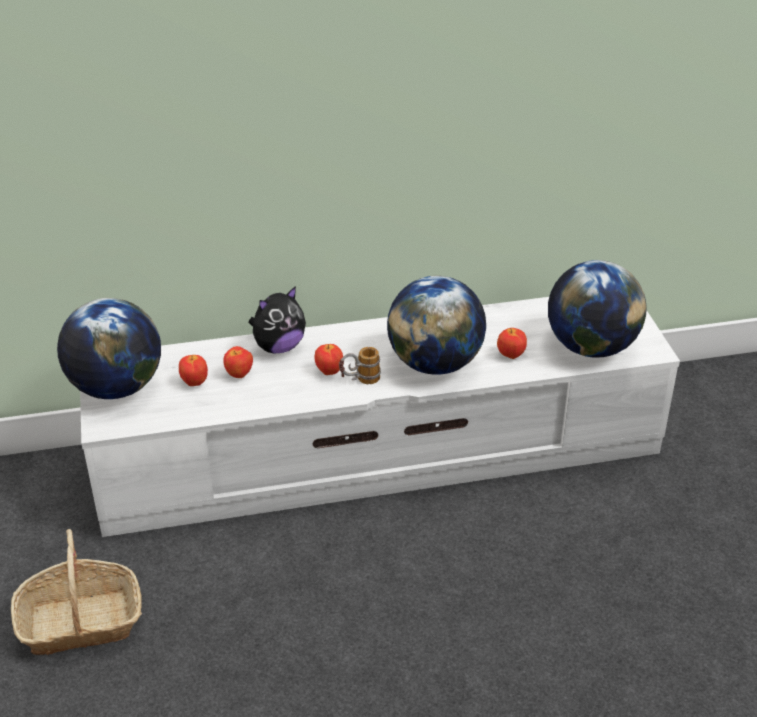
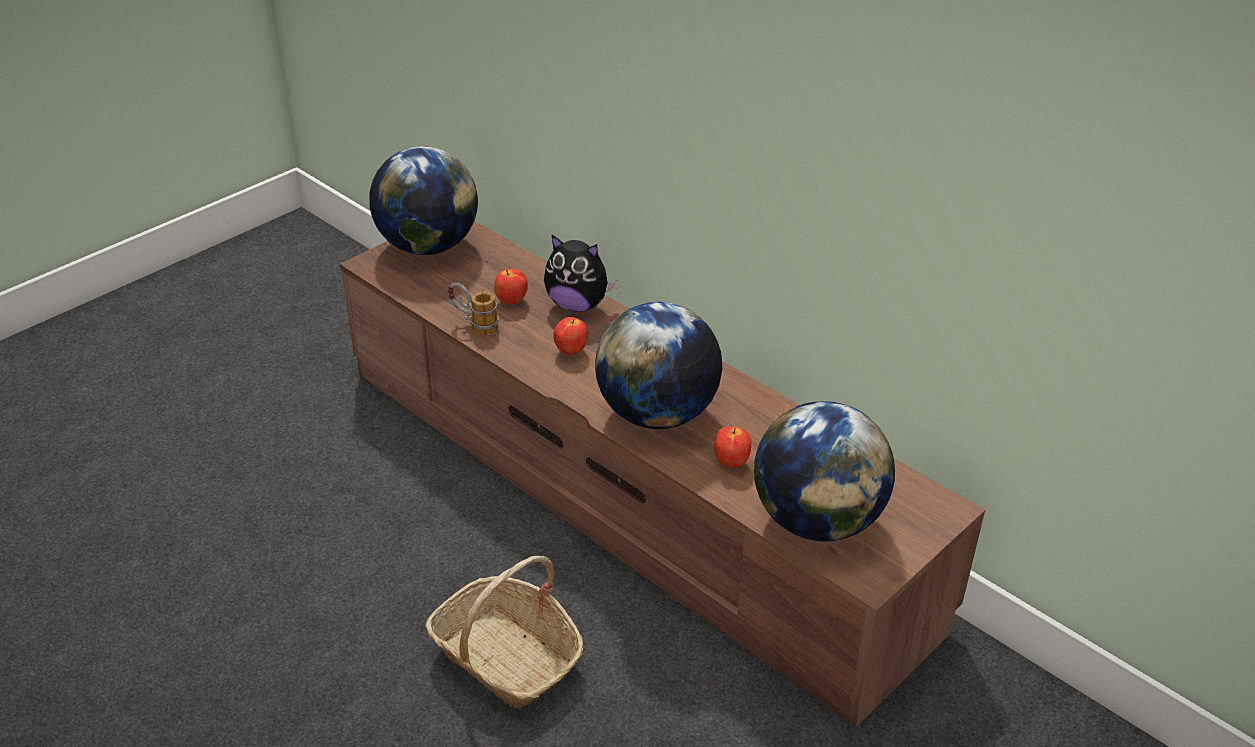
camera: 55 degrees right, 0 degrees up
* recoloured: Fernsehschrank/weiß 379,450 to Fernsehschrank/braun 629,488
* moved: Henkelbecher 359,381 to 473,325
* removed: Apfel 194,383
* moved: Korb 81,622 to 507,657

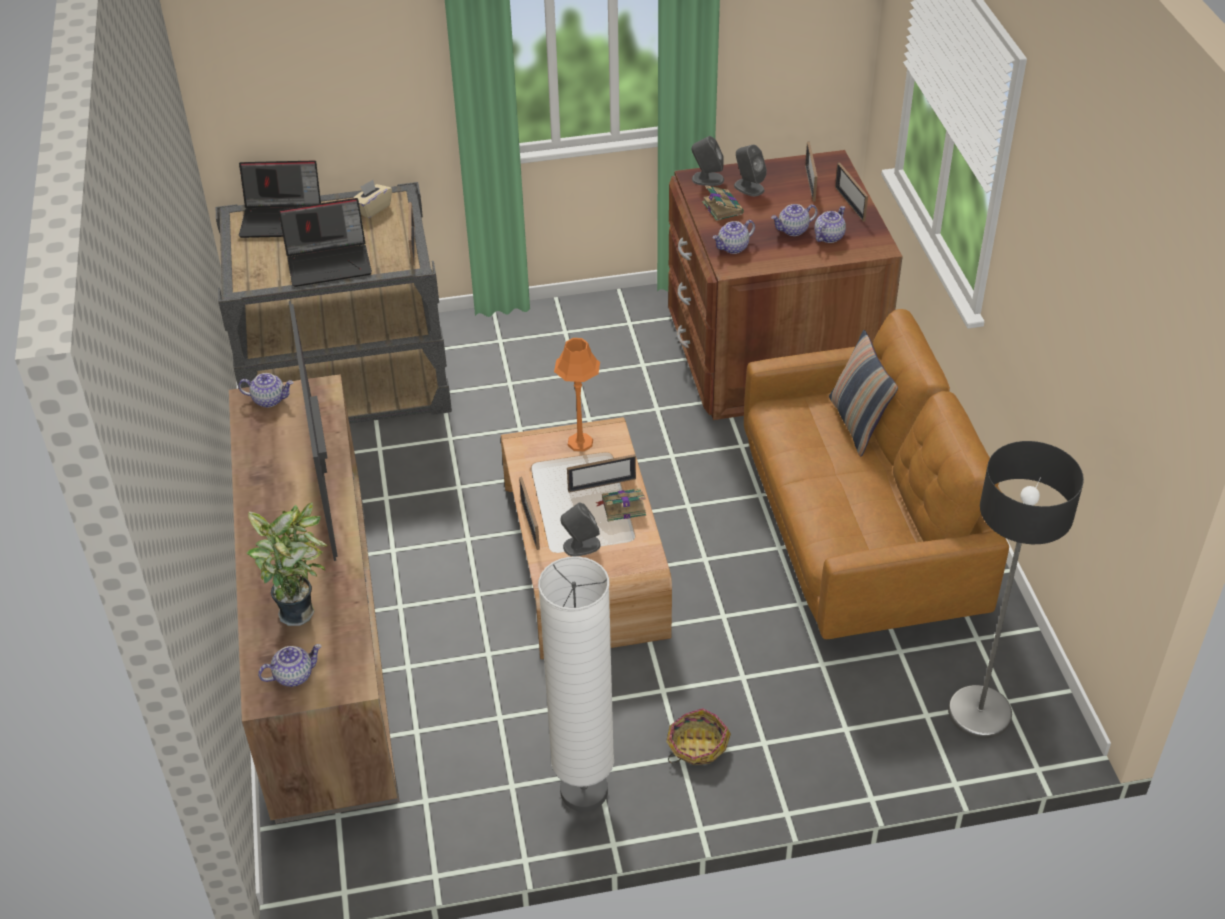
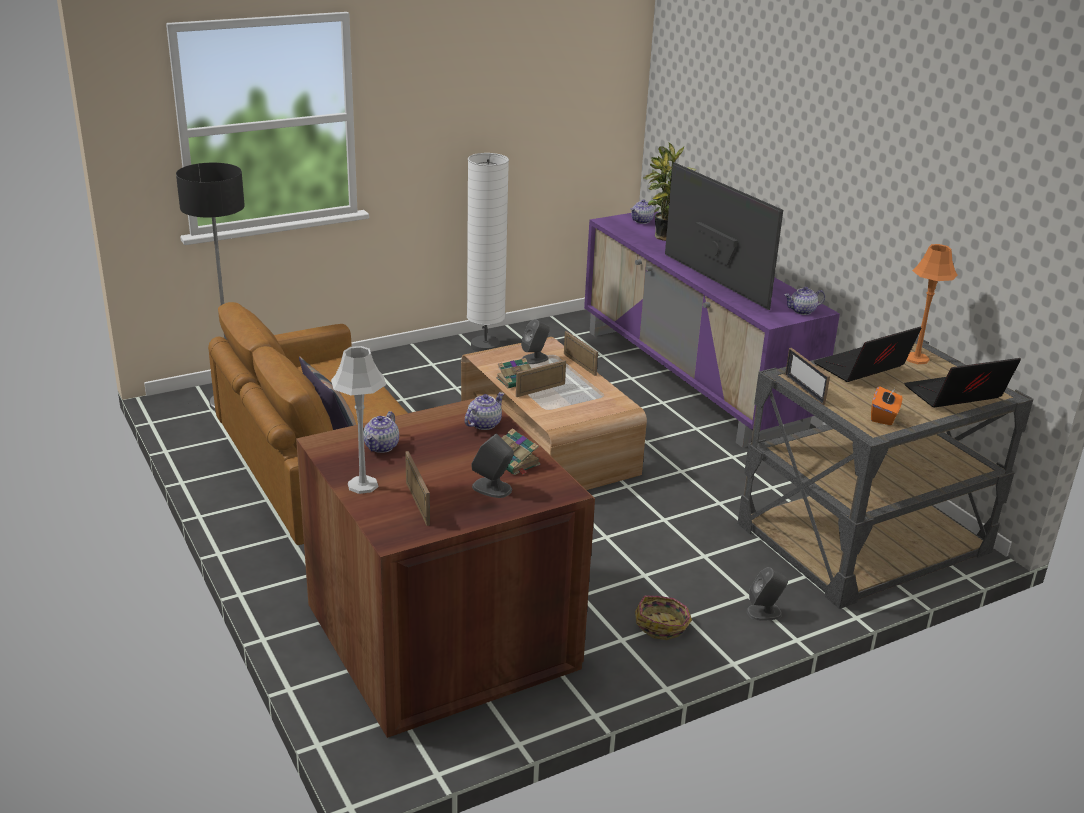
camera: 160 degrees right, 15 degrees down
* moved: Lautsprecher/grau 707,179 to 764,612
* replaced: Bilderrahmen 850,204 to Tischlampe/grau 362,485
* recoloured: Taschentuchbox/beige 372,208 to Taschentuchbox/orange 884,416
* removed: Teekanne 793,230
* moved: Tischlampe/orange 580,442 to 916,358
* recoloured: Fernsehschrank/braun 323,651 to Fernsehschrank/lila 692,377
* moved: Korb 696,746 to 662,625

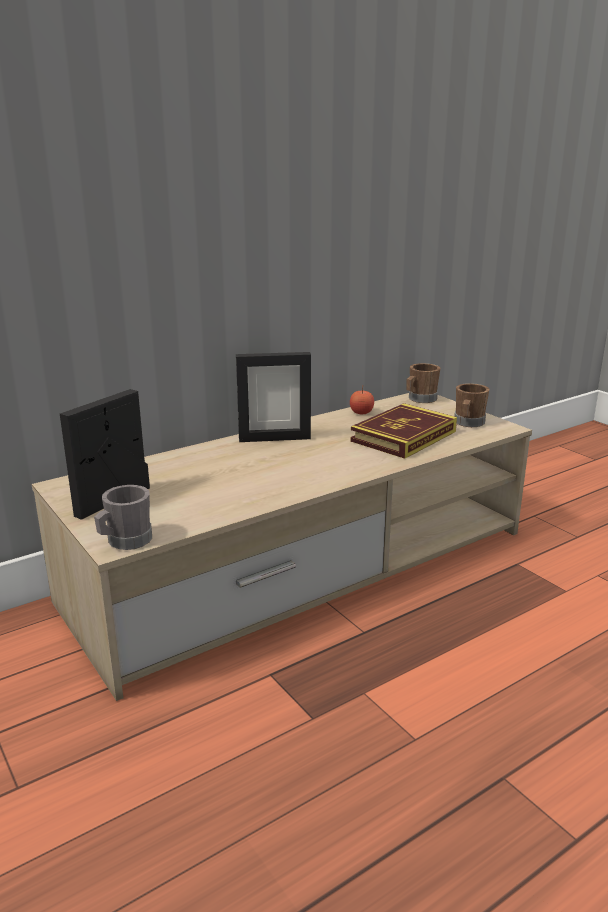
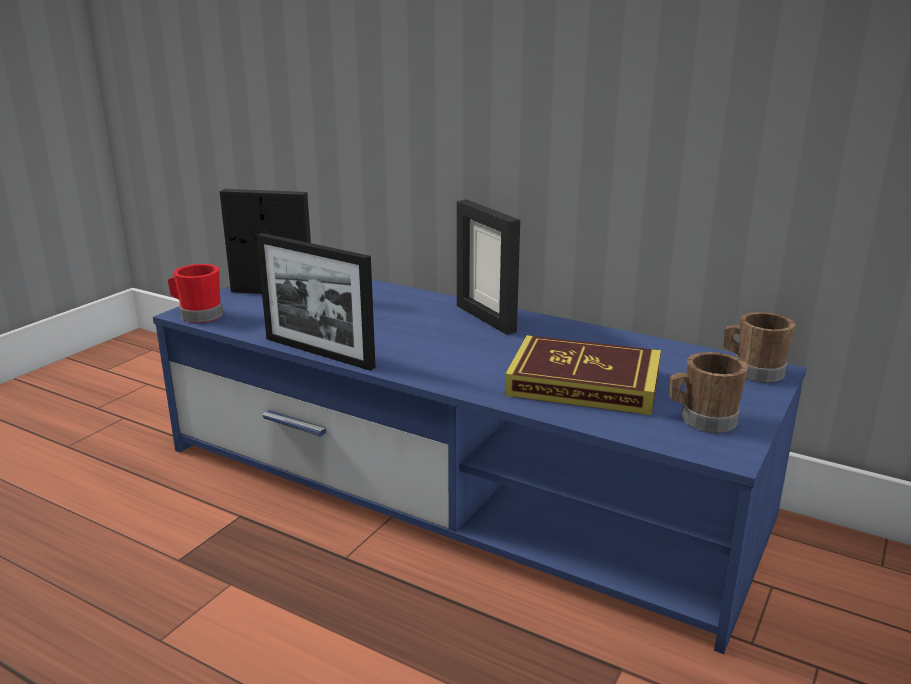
camera: 65 degrees right, 0 degrees up
* removed: Apfel 361,412
* recoloured: Fernsehschrank/beige 303,564 to Fernsehschrank/blau 459,481
* recoloured: Henkelbecher/grau 125,541 to Henkelbecher/rot 197,315
* added: Bilderrahmen 318,353

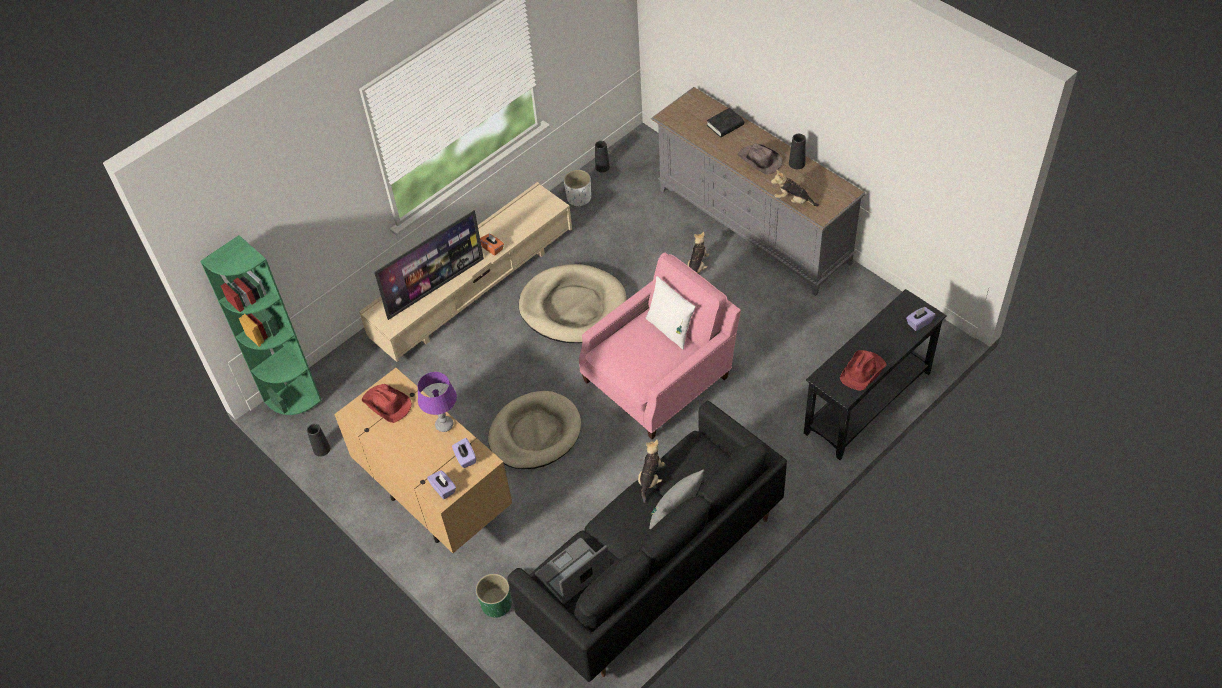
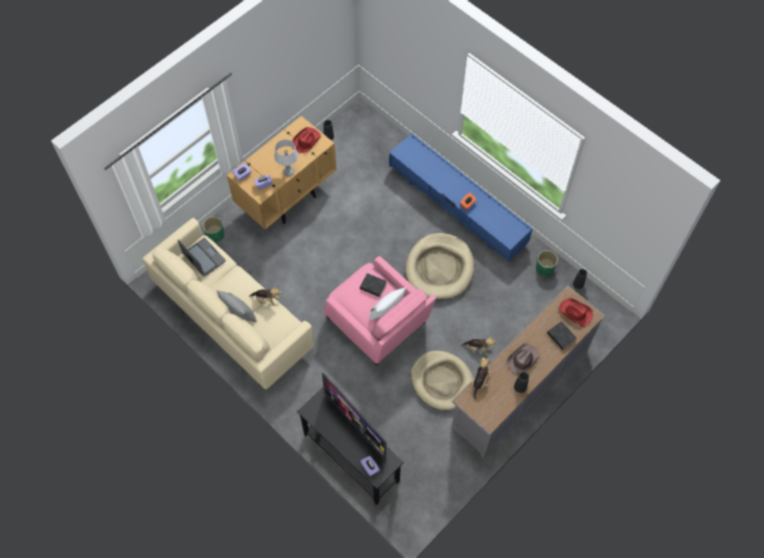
camera: 85 degrees right, 10 degrees up
* recoloured: Pflanzkübel/weiß 579,198 to Pflanzkübel/grün 545,269
* recoloured: Fernsehschrank/beige 473,287 to Fernsehschrank/blau 457,206
* moved: Fernseher 435,287 to 356,425
* removed: Bücherregal/grün 294,403
* moved: Hut/rot 863,371 to 575,313
* recoloured: Tischlampe/lila 444,425 to Tischlampe/grau 288,172
* moved: Hundebett/beige 535,433 to 441,381
* recoloured: Sofa/schwarz 652,565 to Sofa/beige 233,318
* added: Buch/schwarz 373,286

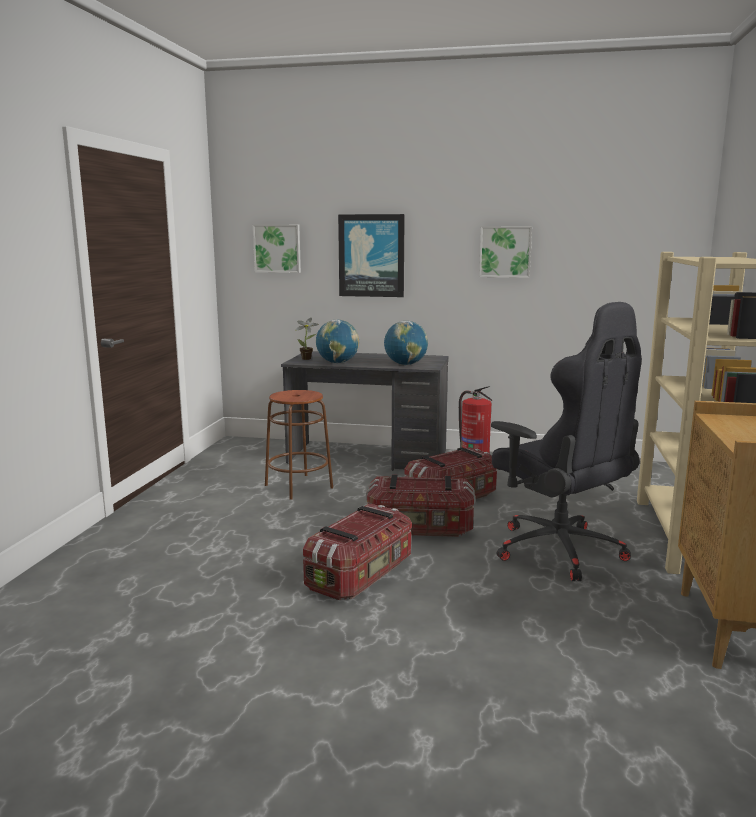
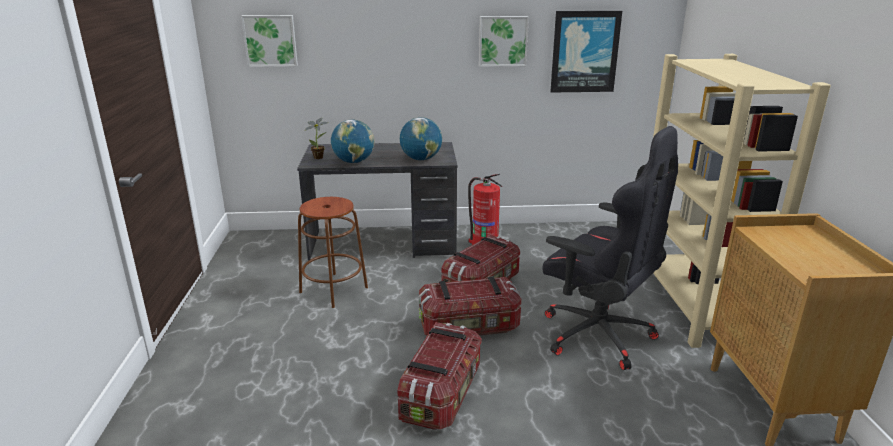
camera: 15 degrees left, 10 degrees up
* moved: Bild 371,255 to 584,52

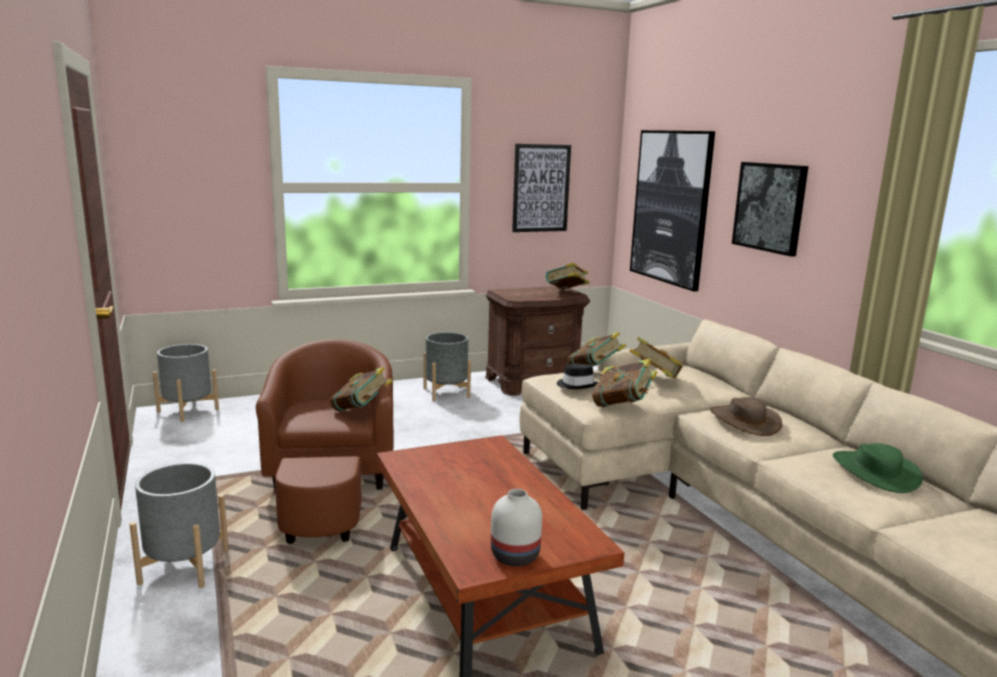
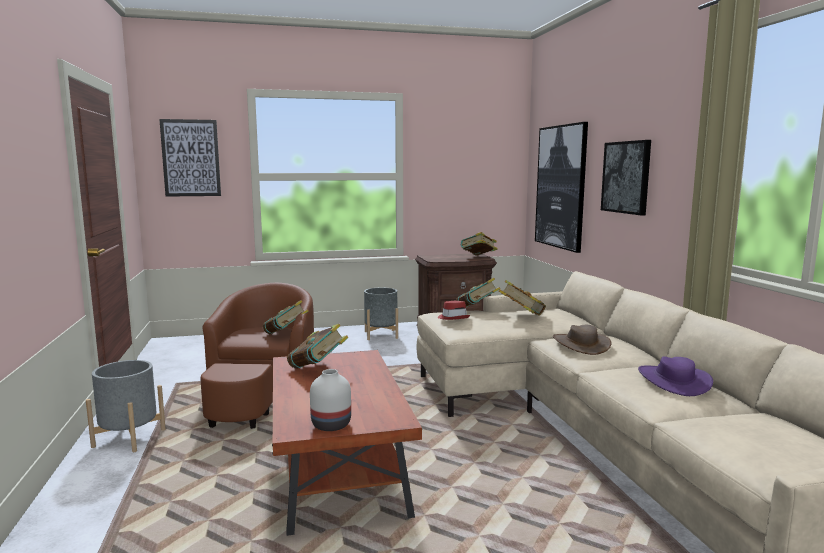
camera: 10 degrees right, 5 degrees down
* moved: Bild 541,188 to 191,158
* removed: Pflanzkübel/grau 188,410
* moved: Buch 622,406 to 318,368
* recoloured: Hut/schwarz 576,385 to Hut/rot 453,317
* recoloured: Hut/grün 875,472 to Hut/lila 674,381

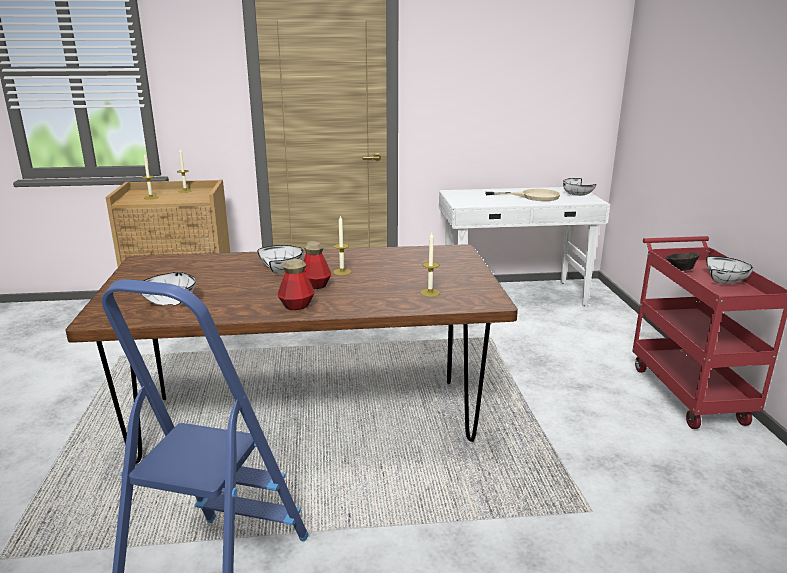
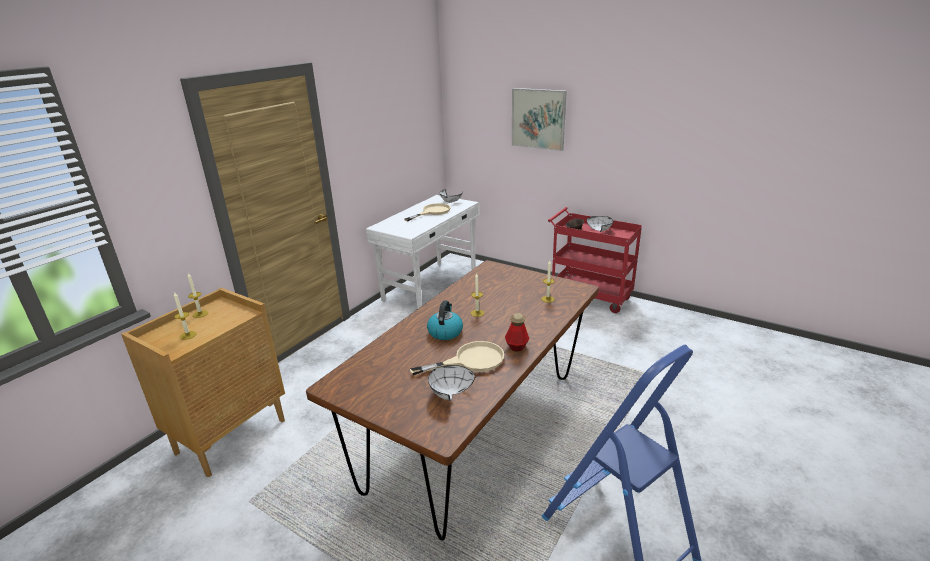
camera: 50 degrees left, 5 degrees up
* removed: Flasche 316,285
* replaced: Schüssel/weiß 283,270 to Wasserkessel 445,332
* added: Bild 538,119
* added: Pfanne/beige 470,360

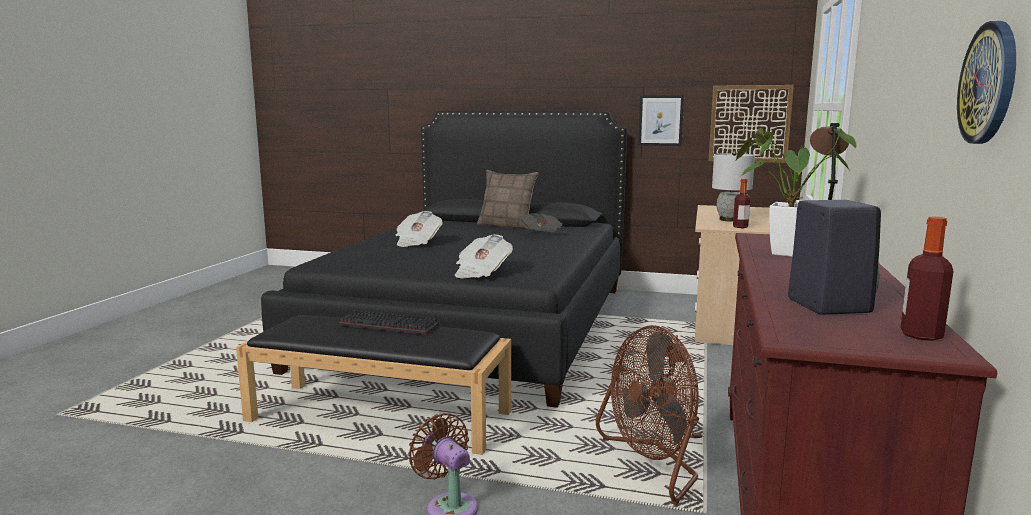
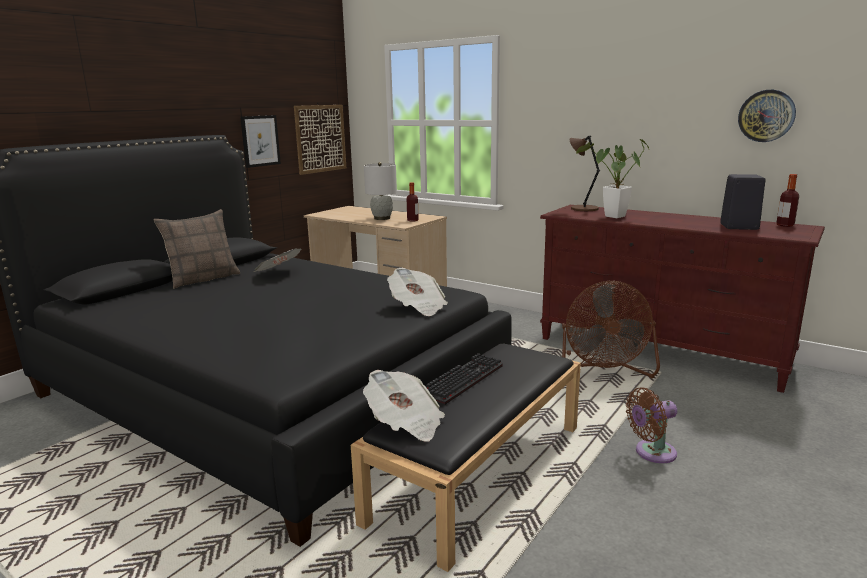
camera: 70 degrees left, 5 degrees up
* moved: Zeitung 417,242 to 405,423

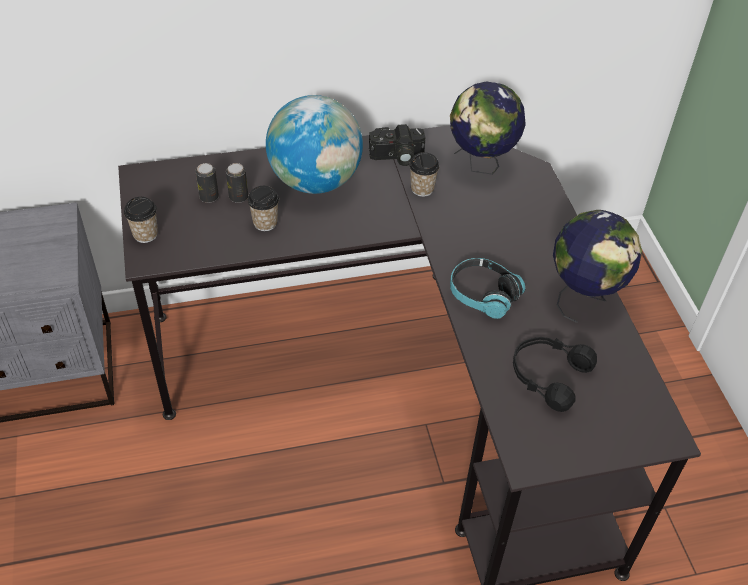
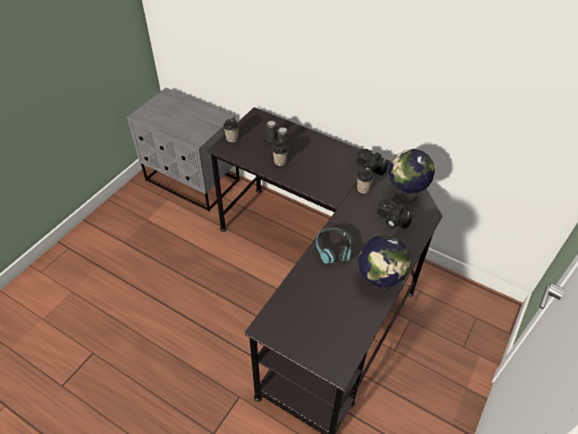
camera: 45 degrees right, 0 degrees up
* removed: Globus 315,181
* removed: Kopfhörer/schwarz 547,376
* added: Kamera 391,221

